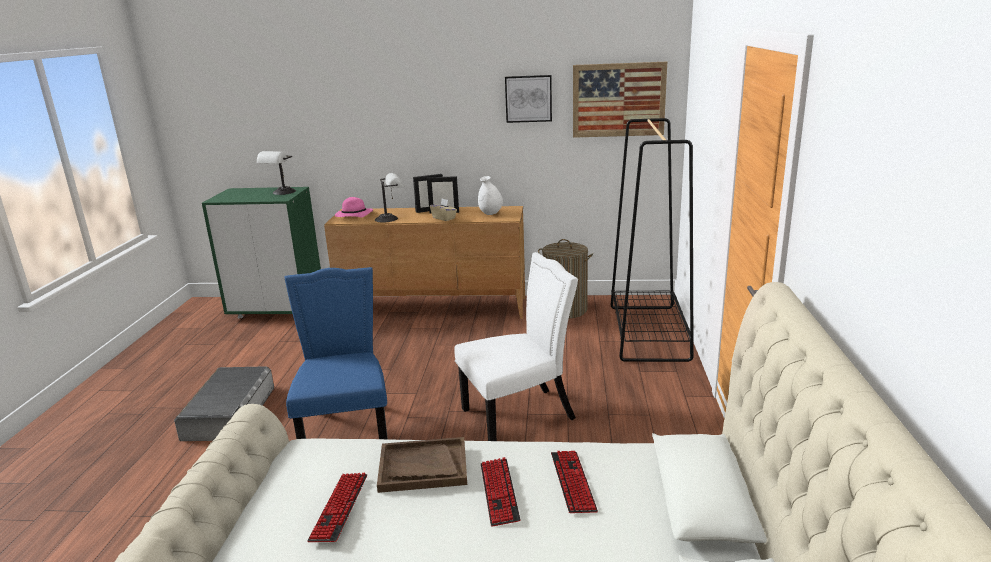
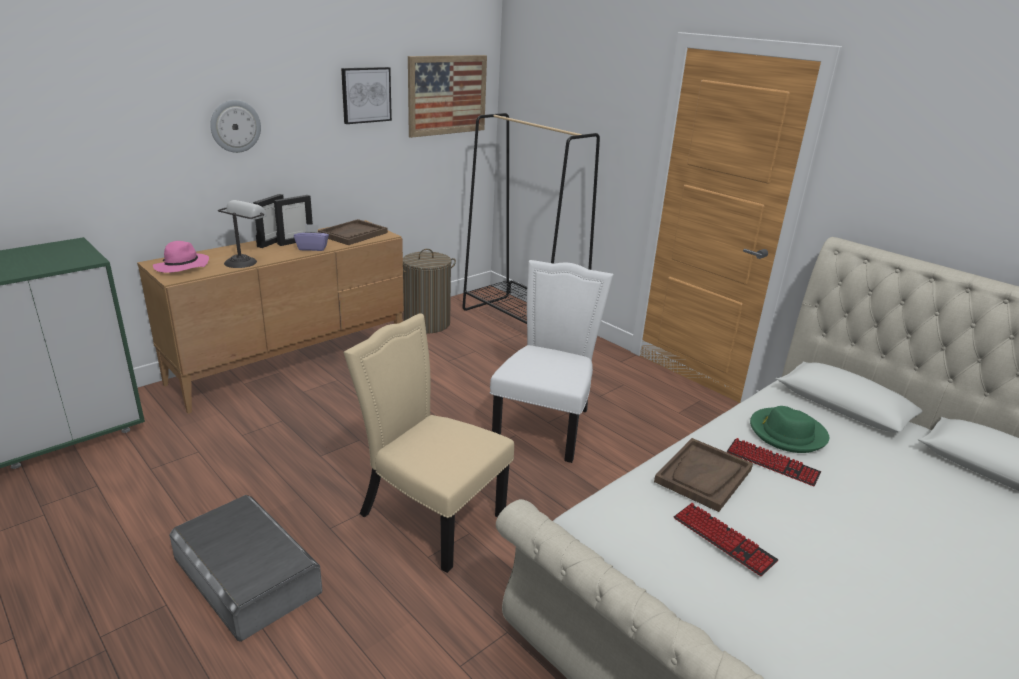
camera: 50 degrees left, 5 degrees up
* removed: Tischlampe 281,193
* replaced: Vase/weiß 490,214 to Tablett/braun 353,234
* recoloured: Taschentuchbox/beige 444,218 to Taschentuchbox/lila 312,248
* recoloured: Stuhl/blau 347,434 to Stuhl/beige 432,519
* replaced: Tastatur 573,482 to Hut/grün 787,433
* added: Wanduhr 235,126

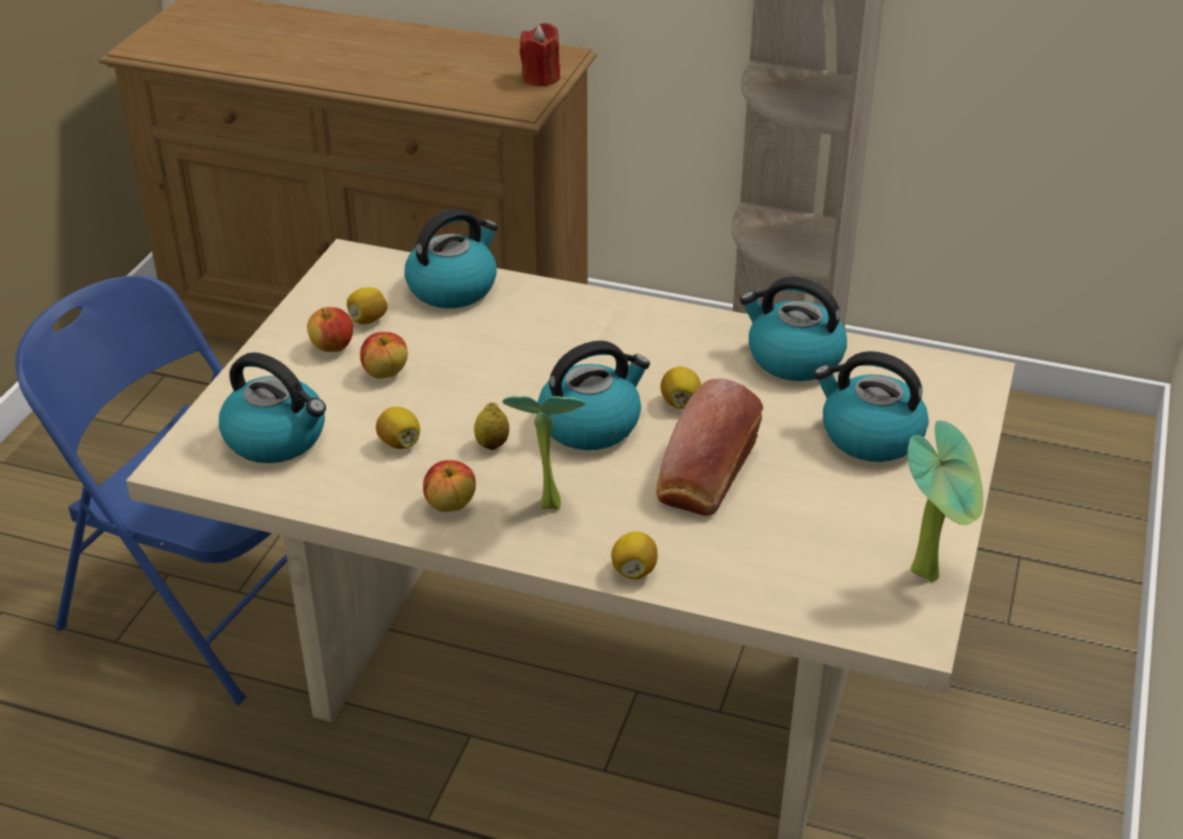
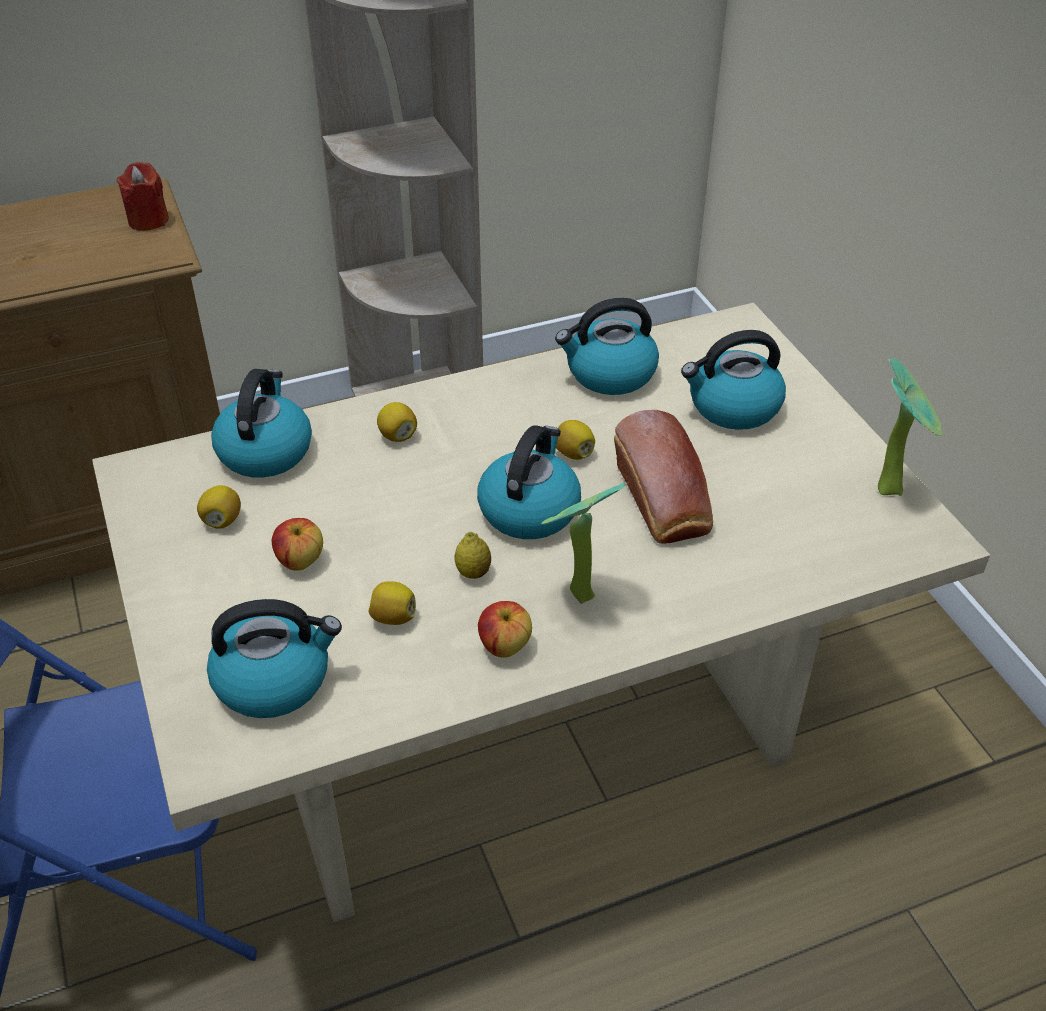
camera: 40 degrees left, 5 degrees up
* removed: Apfel 332,347
* moved: Zitrone 634,570 to 397,436

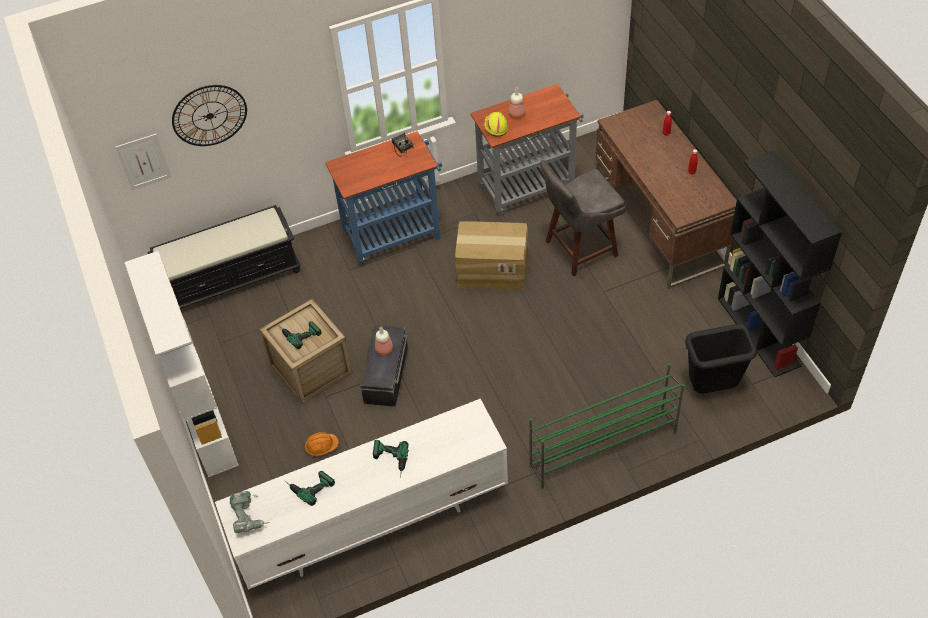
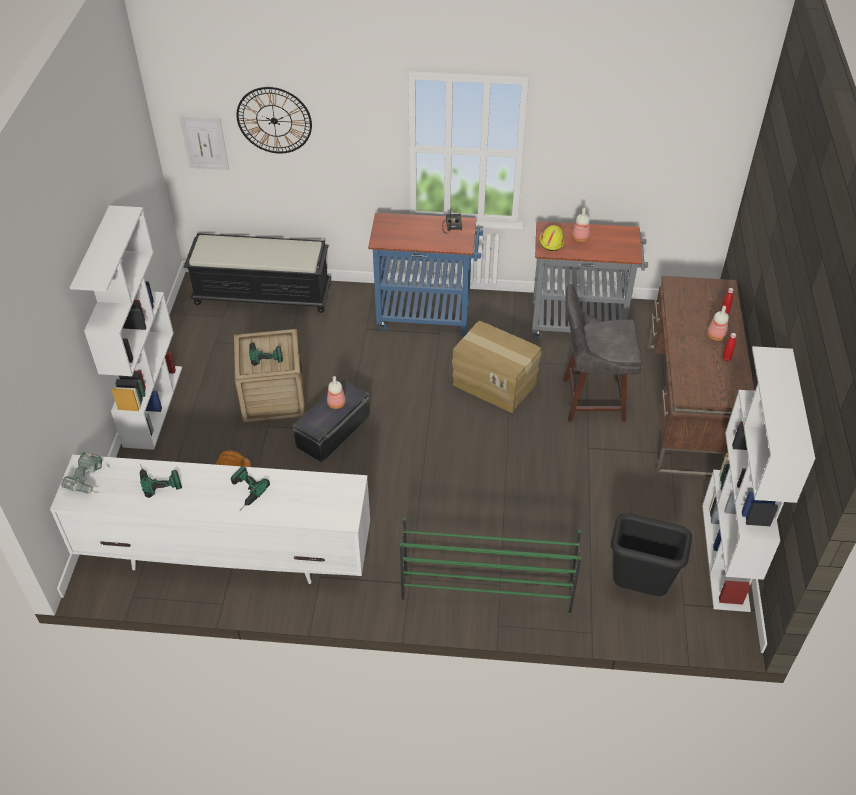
camera: 25 degrees right, 5 degrees down
* recoloured: Bücherregal/schwarz 759,332 to Bücherregal/weiß 726,557
* added: Flasche 715,335

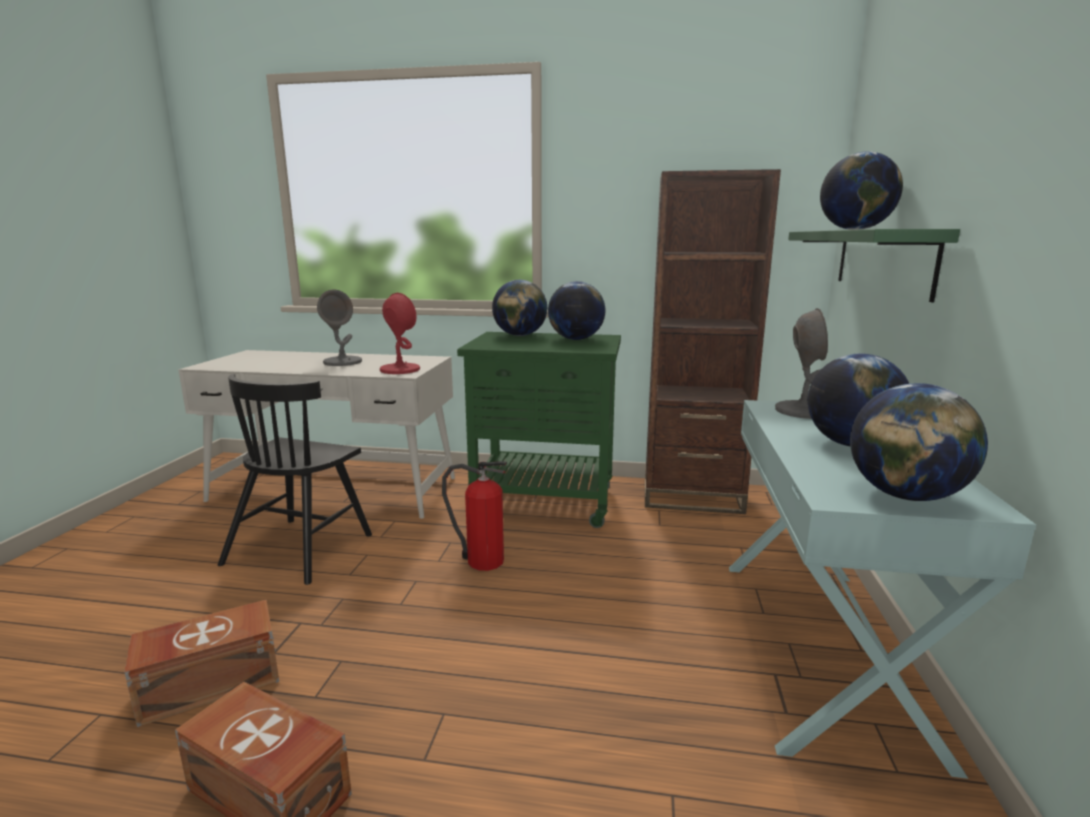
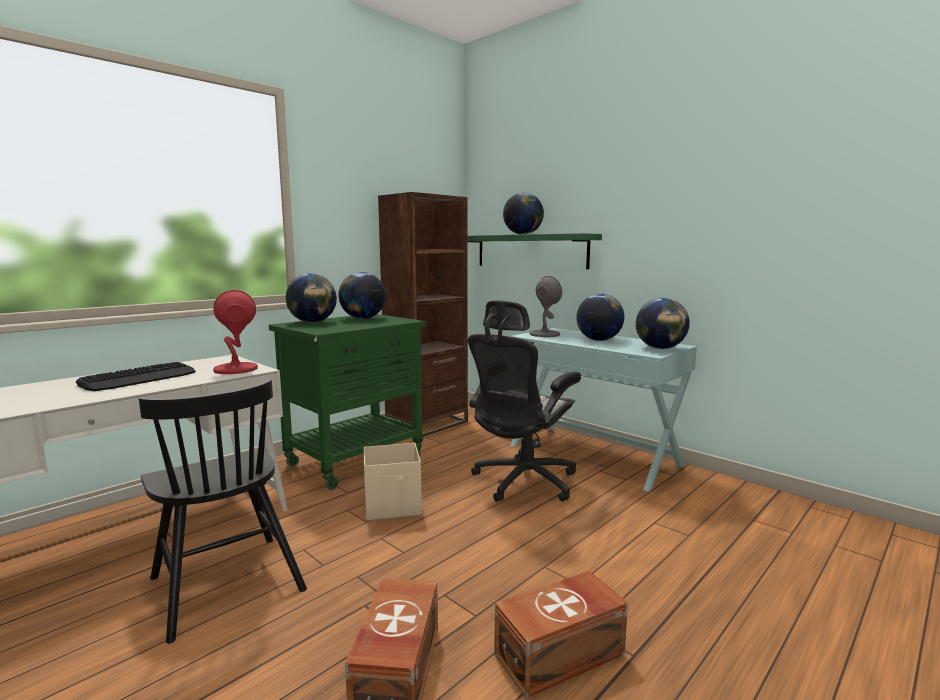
camera: 55 degrees left, 5 degrees down
* replaced: Tischlampe/grau 343,362 to Tastatur 139,378
* replaced: Feuerlöscher 481,560 to Aufbewahrungsbox/beige 393,506
* added: Bürostuhl 522,483

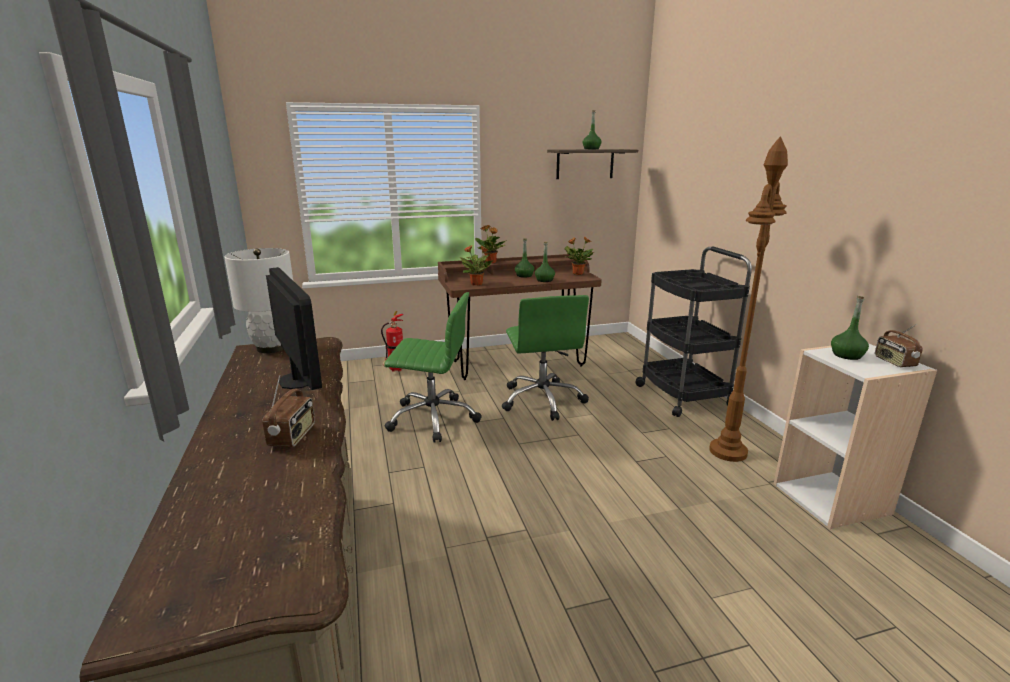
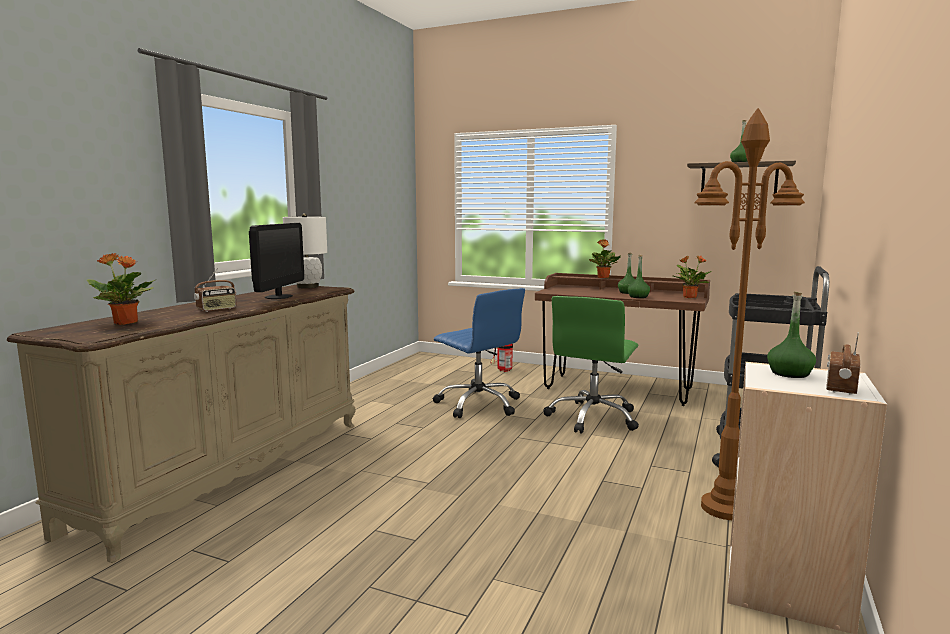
camera: 40 degrees right, 10 degrees down
* moved: Topfpflanze 477,284 to 126,323
* recoloured: Bürostuhl/grün 433,418 to Bürostuhl/blau 479,404

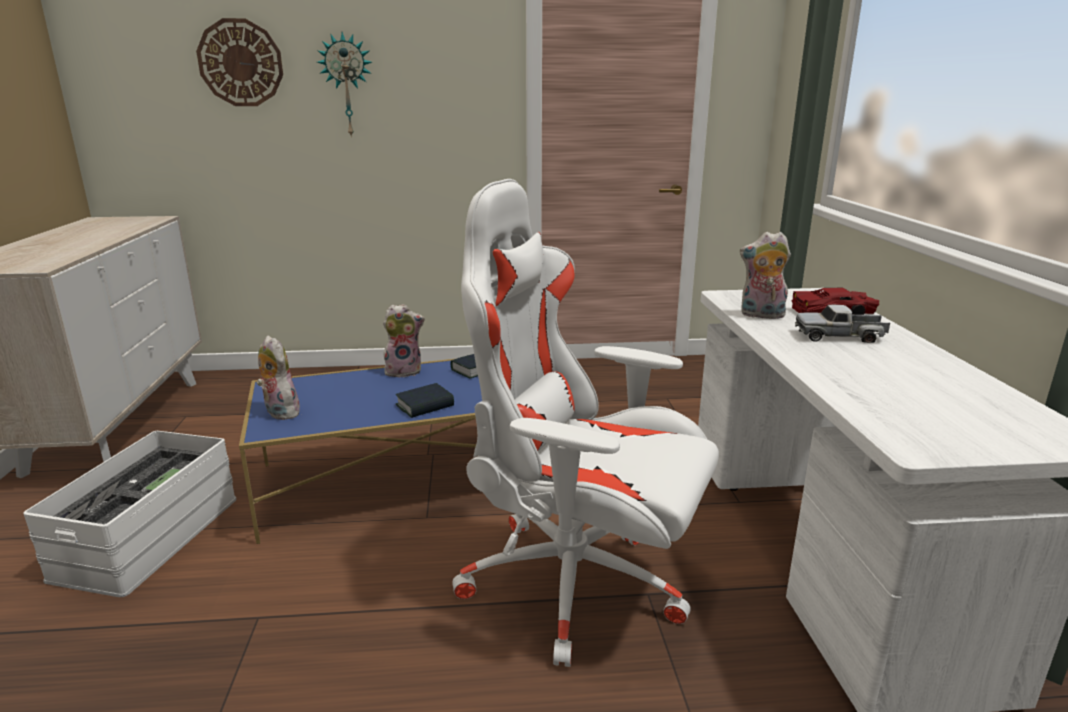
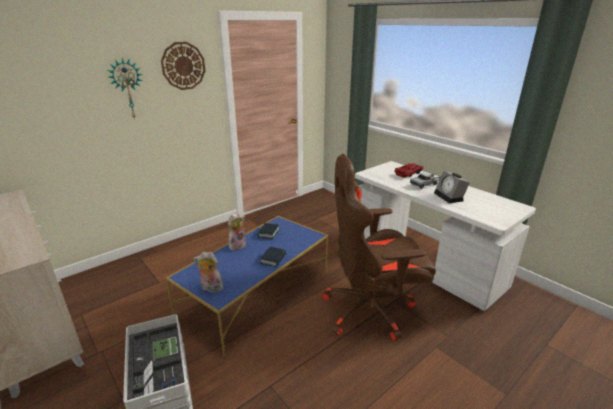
camera: 35 degrees left, 5 degrees up
* moved: Wanduhr 240,63 to 183,66
* recoloured: Bürostuhl/weiß 586,590 to Bürostuhl/braun 374,310
* removed: Plüschtier 761,315
* added: Wecker 450,197

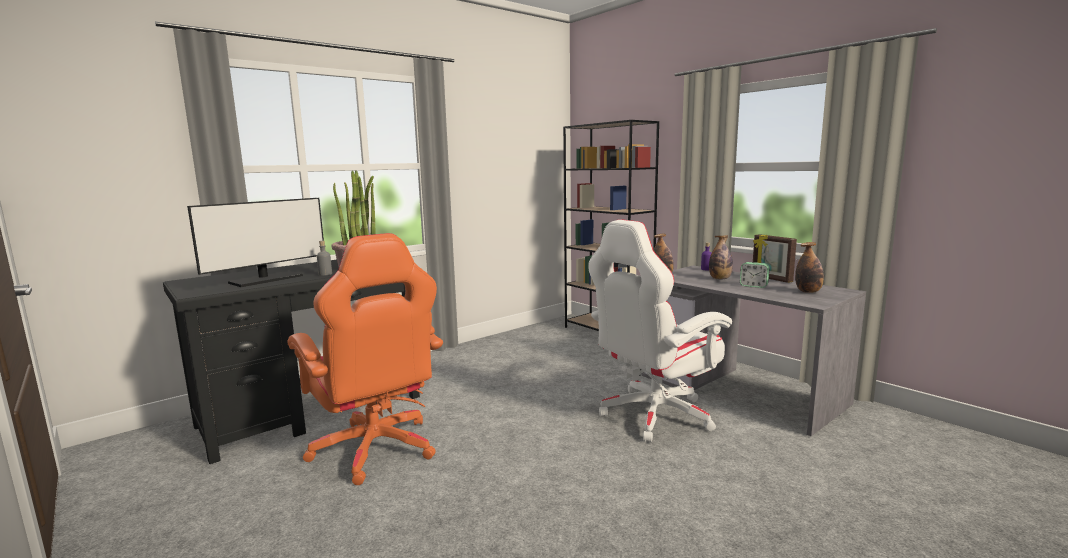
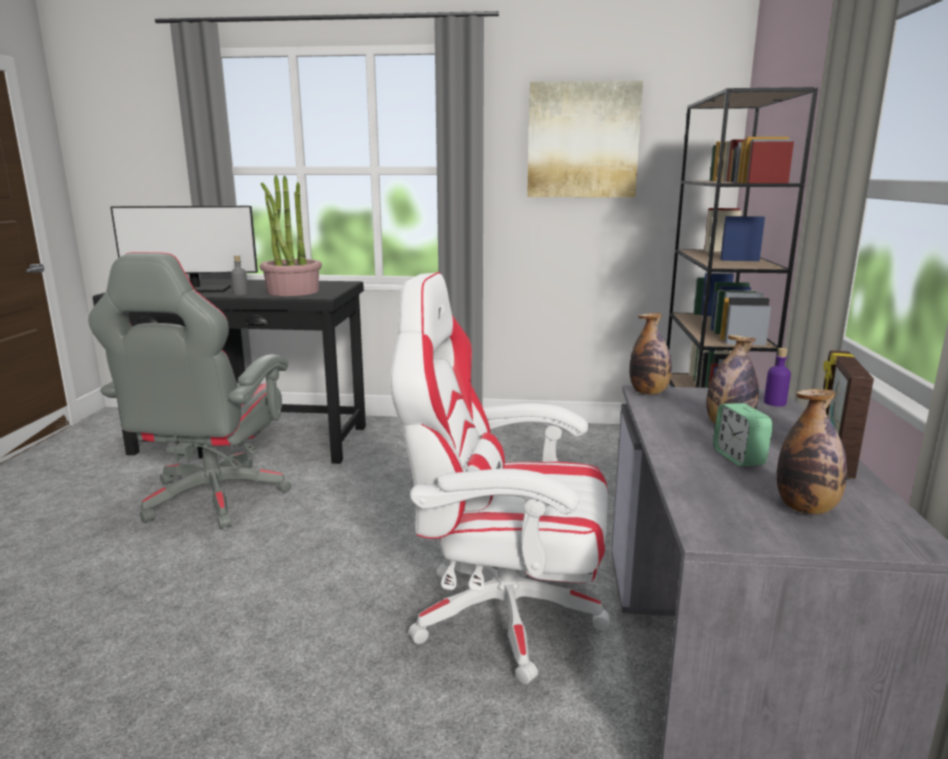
camera: 45 degrees right, 5 degrees up
* recoloured: Bürostuhl/orange 375,448 to Bürostuhl/grau 215,496
* added: Bild 583,140

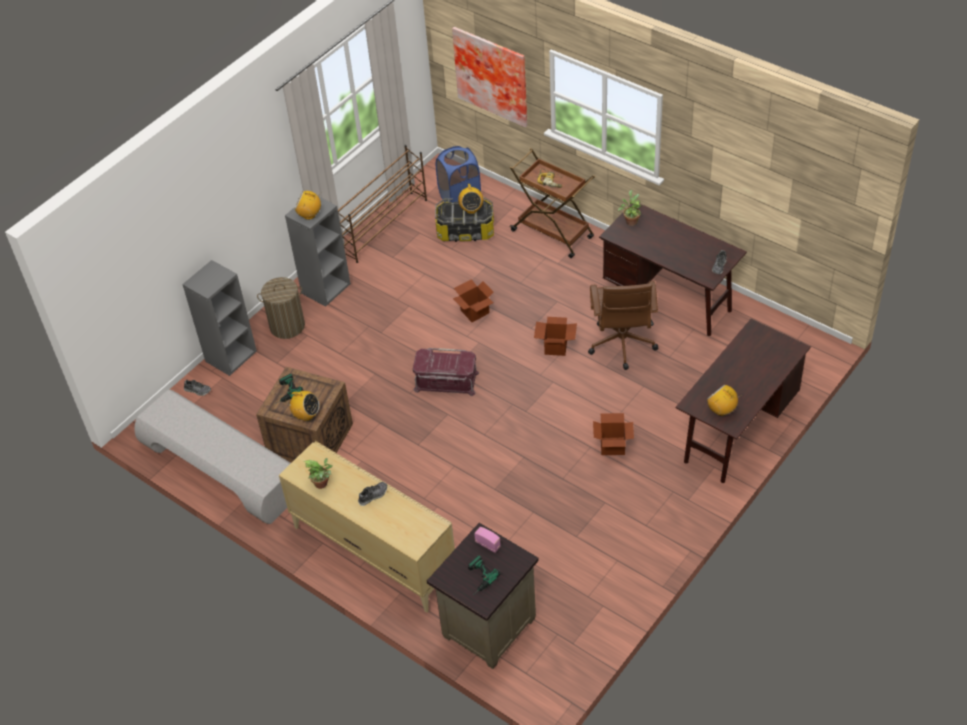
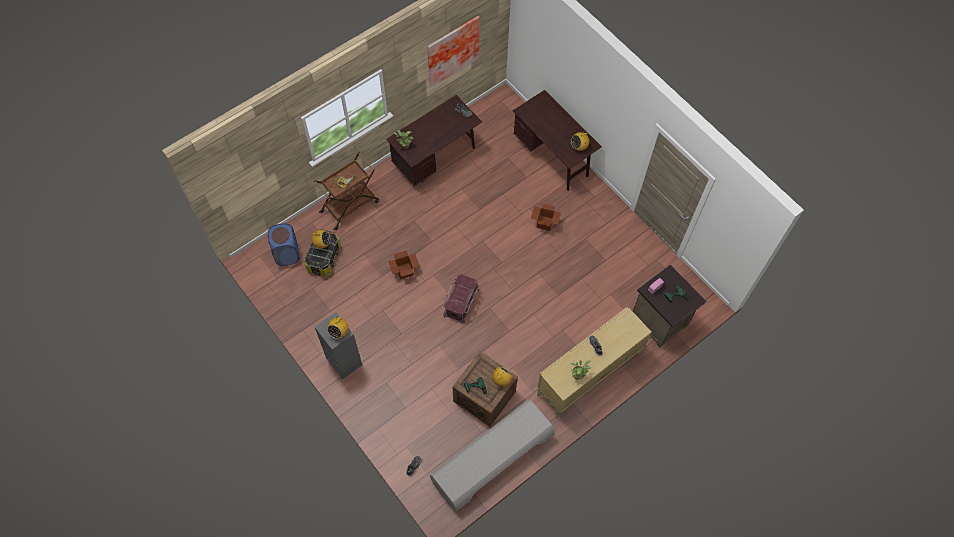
camera: 80 degrees left, 15 degrees up
* moved: Bild 492,75 to 452,50
* removed: Schuhregal/braun 385,226
* removed: Bücherregal/grau 231,355
* removed: Wäschekorb 287,326
* removed: Bürostuhl/braun 622,346
* removed: Karton 556,347

